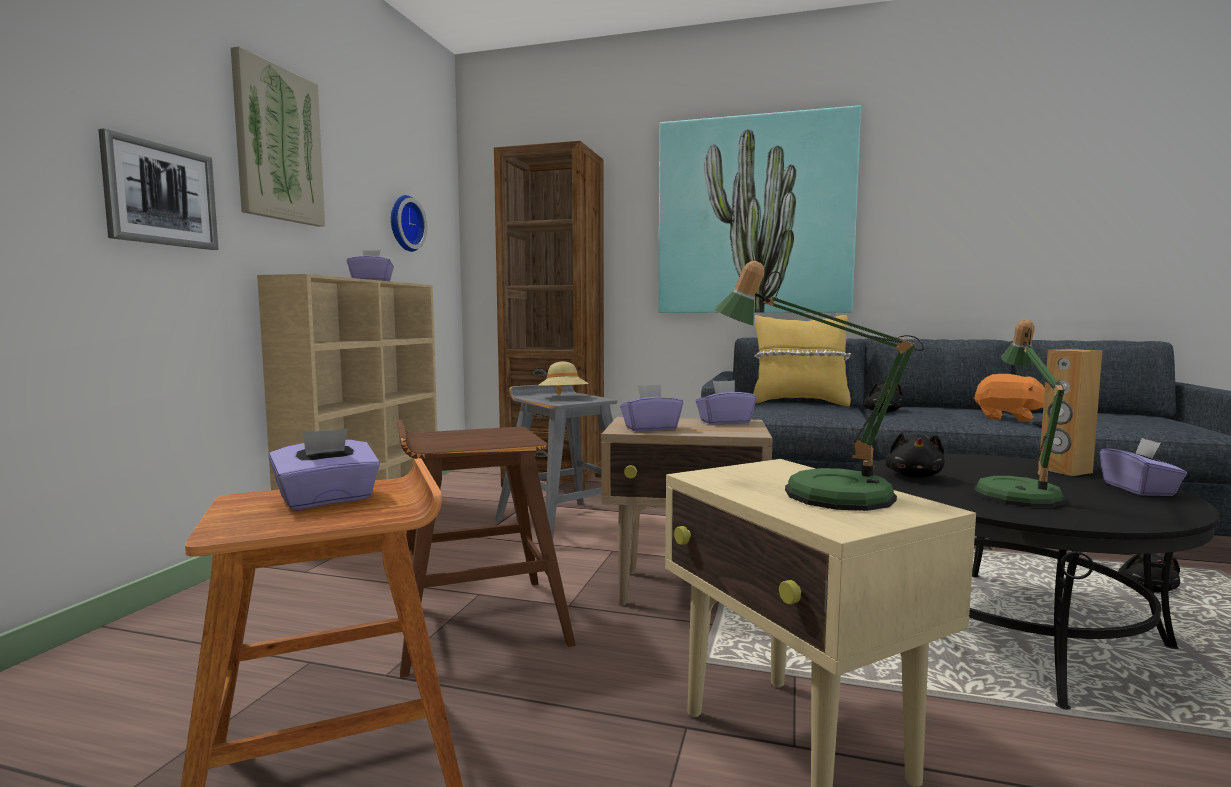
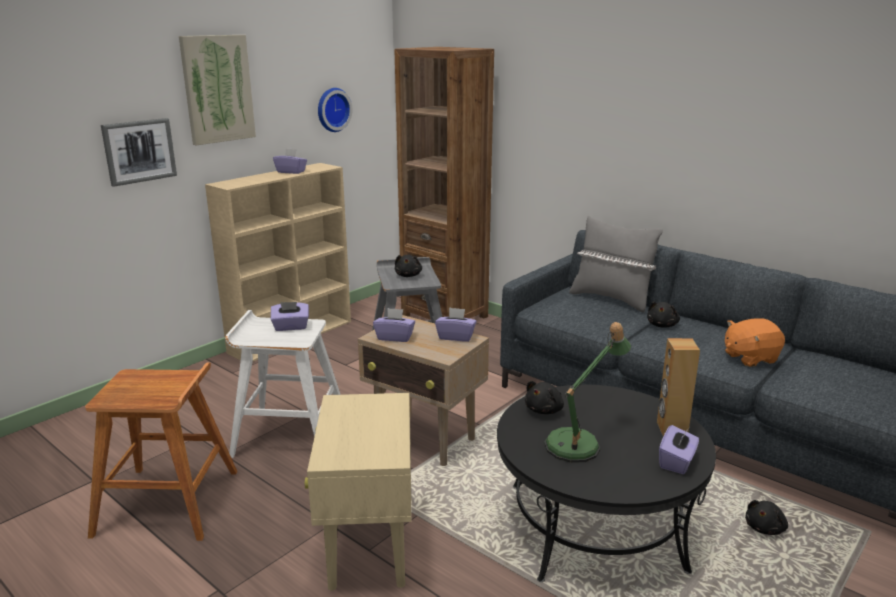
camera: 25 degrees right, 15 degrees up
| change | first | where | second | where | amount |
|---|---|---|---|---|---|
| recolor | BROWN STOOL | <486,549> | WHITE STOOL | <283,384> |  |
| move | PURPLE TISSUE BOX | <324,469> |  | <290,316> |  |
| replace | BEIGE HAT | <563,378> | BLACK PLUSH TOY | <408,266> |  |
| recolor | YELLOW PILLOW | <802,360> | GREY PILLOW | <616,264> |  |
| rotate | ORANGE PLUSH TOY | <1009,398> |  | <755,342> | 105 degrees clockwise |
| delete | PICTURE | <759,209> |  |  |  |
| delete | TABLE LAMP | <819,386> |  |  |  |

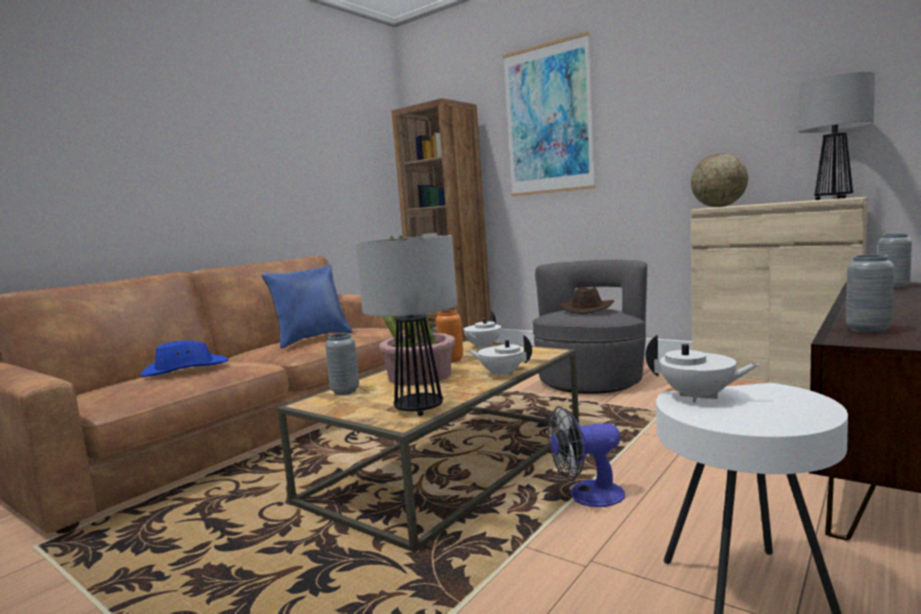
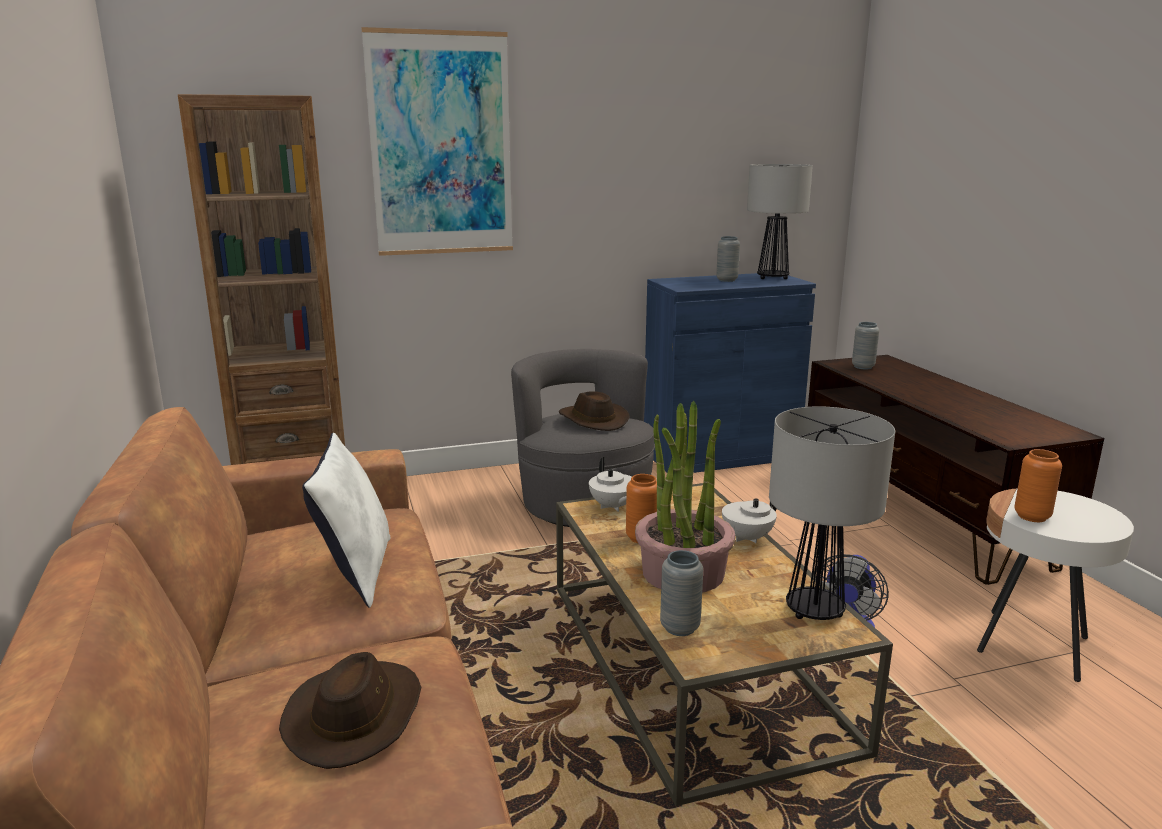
camera: 55 degrees left, 10 degrees up
| change | first | where | second | where | amount |
|---|---|---|---|---|---|
| recolor | BLUE HAT | <184,358> | BROWN HAT | <350,710> |  |
| recolor | BLUE PILLOW | <307,306> | WHITE PILLOW | <346,520> |  |
| recolor | BEIGE CABINET | <779,293> | BLUE CABINET | <730,373> |  |
| move | GREY VASE | <870,294> |  | <728,259> |  |
| replace | WHITE TEAPOT | <703,369> | ORANGE VASE | <1038,485> |  |
| delete | GLOBE | <719,180> |  |  |  |

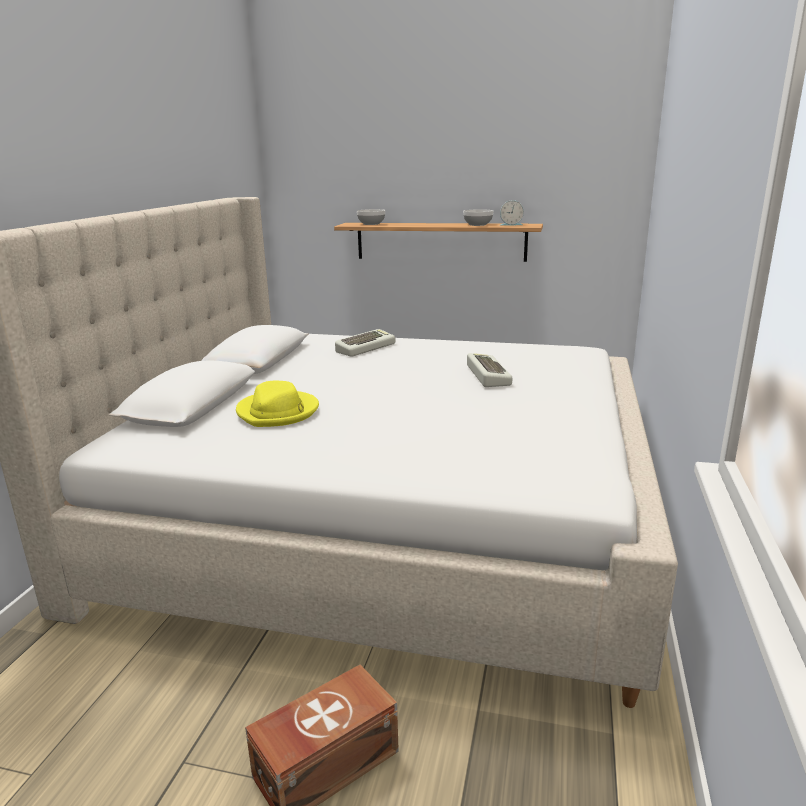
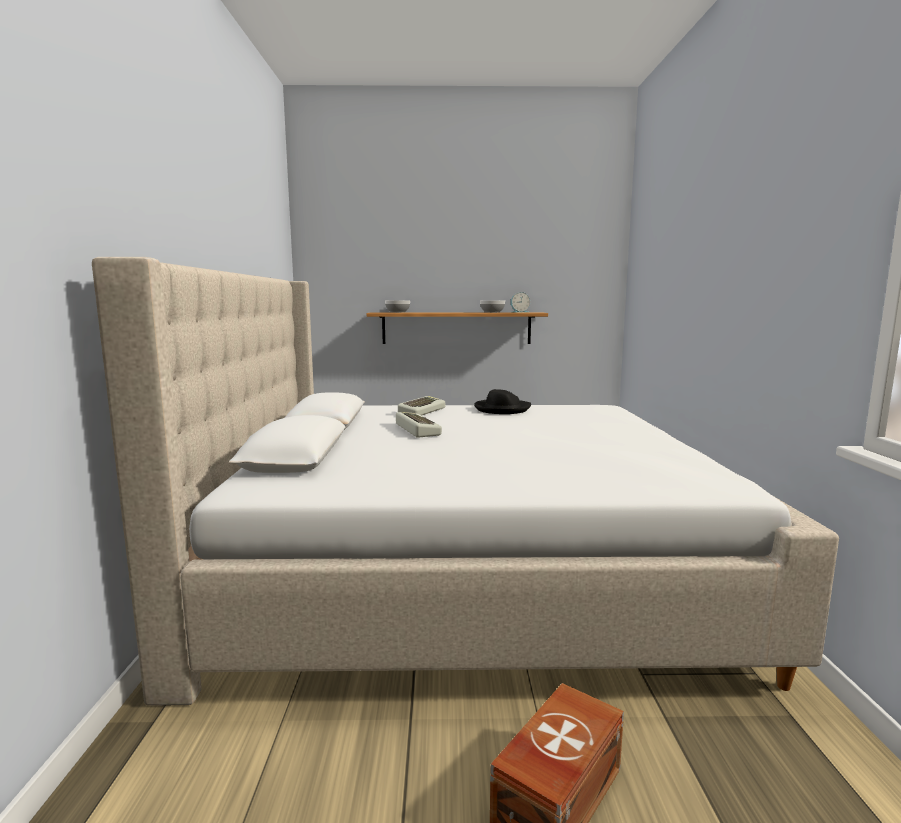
camera: 15 degrees left, 10 degrees down
| change | first | where | second | where | amount |
|---|---|---|---|---|---|
| move | KEYBOARD | <489,370> |  | <419,425> |  |
| insert |  |  | BLACK HAT | <502,401> |  |
| delete | YELLOW HAT | <277,404> |  |  |  |

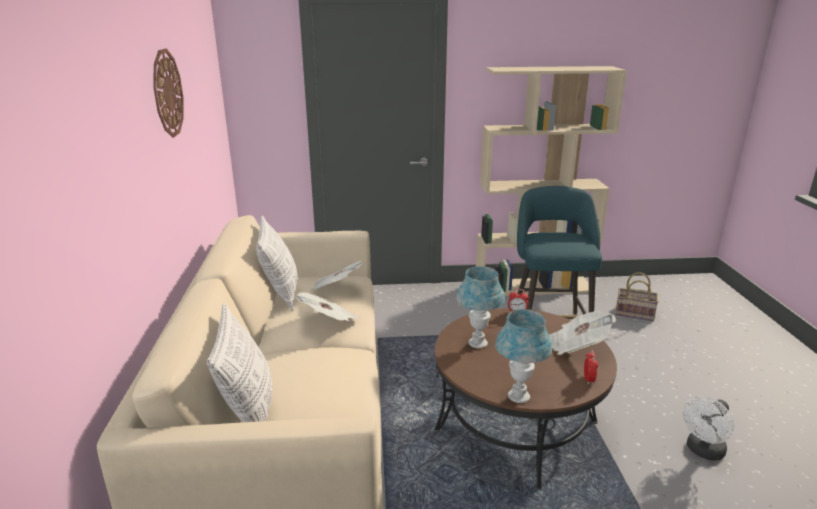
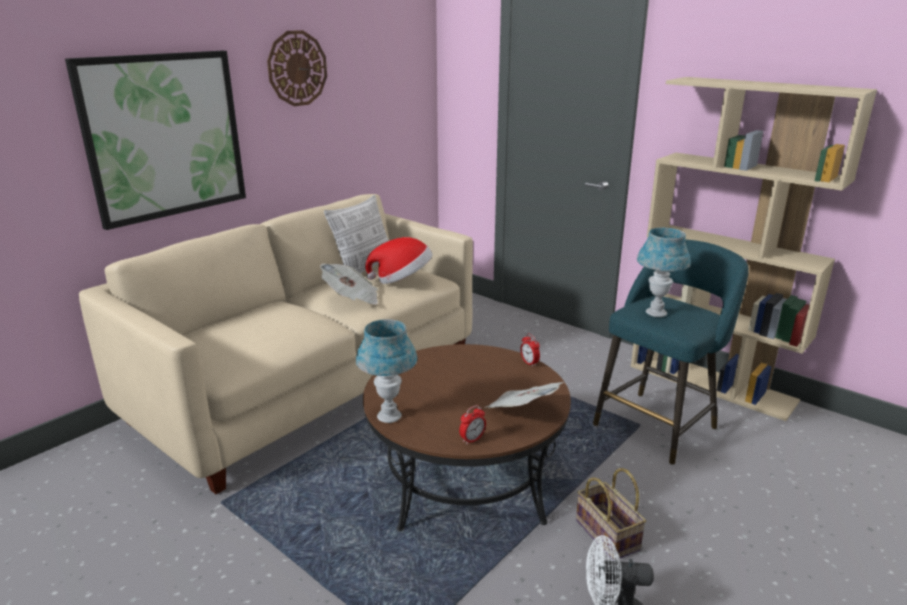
camera: 45 degrees right, 0 degrees up
| change | first | where | second | where | amount |
|---|---|---|---|---|---|
| insert |  |  | PICTURE | <155,140> |  |
| replace | NEWSPAPER | <335,276> | HAT | <398,260> |  |
| move | BASKET | <637,296> |  | <611,514> |  |
| move | BLUE TABLE LAMP | <480,307> |  | <664,272> |  |
| delete | PILLOW | <239,362> |  |  |  |

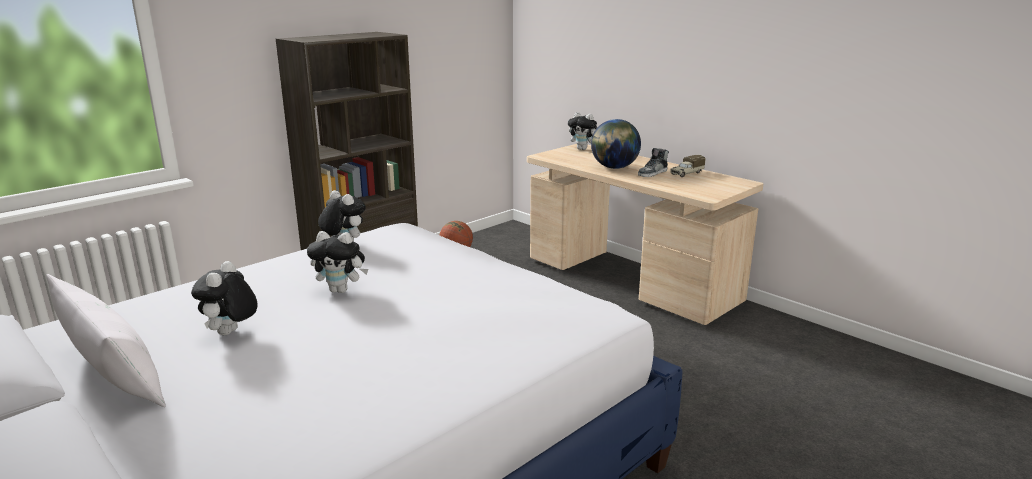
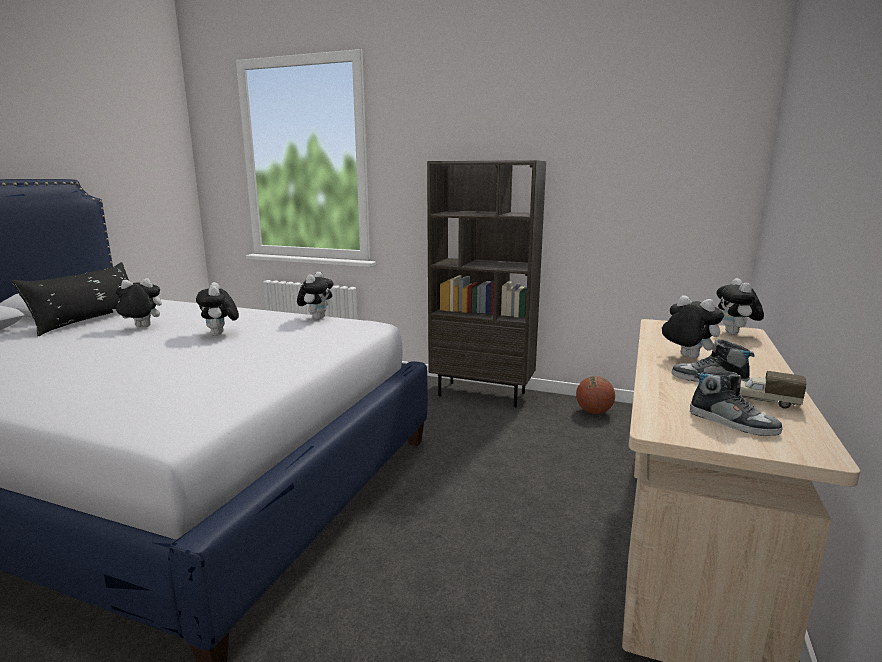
camera: 65 degrees right, 5 degrees down
| change | first | where | second | where | amount |
|---|---|---|---|---|---|
| recolor | WHITE PILLOW | <106,340> | BLACK PILLOW | <70,299> |  |
| replace | GLOBE | <616,144> | PLUSH TOY | <692,327> |  |
| insert |  |  | SHOE | <736,403> |  |

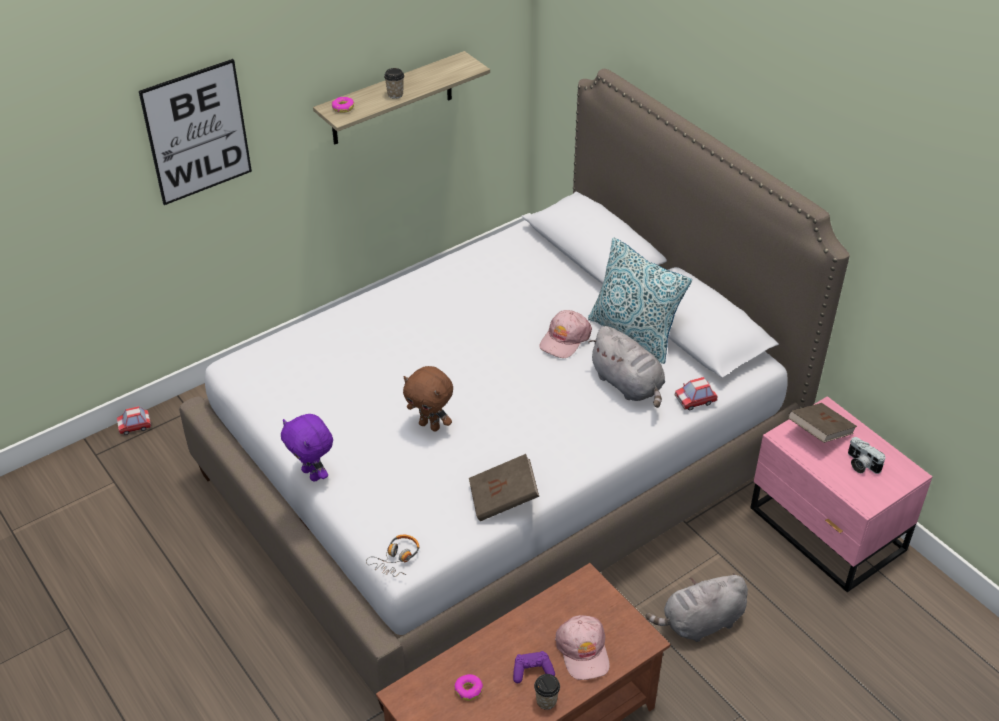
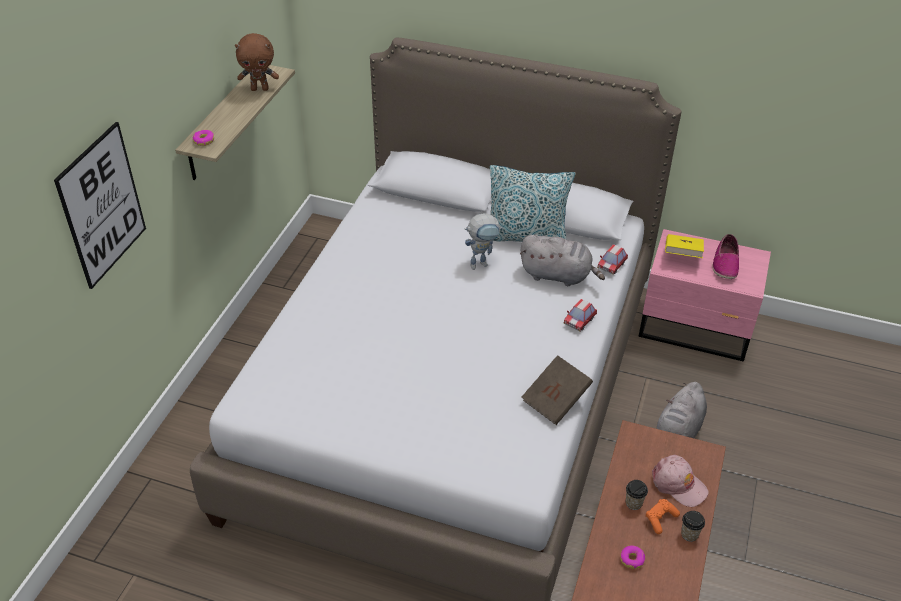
camera: 35 degrees left, 0 degrees up
| change | first | where | second | where | amount |
|---|---|---|---|---|---|
| move | BROWN PLUSH TOY | <428,399> |  | <257,62> |  |
| replace | PINK CAP | <565,334> | TOY ROBOT | <483,241> |  |
| move | TOY CAR | <134,420> |  | <580,315> |  |
| move | CUP | <394,83> |  | <637,495> |  |
| recolor | PURPLE GAME CONTROLLER | <534,667> | ORANGE GAME CONTROLLER | <663,516> |  |
| recolor | BROWN BOOK | <822,423> | YELLOW BOOK | <684,246> |  |
| replace | PHOTO CAMERA | <866,455> | SHOE | <725,256> |  |
| delete | PURPLE PLUSH TOY | <307,448> |  |  |  |
| delete | HEADPHONES | <392,556> |  |  |  |

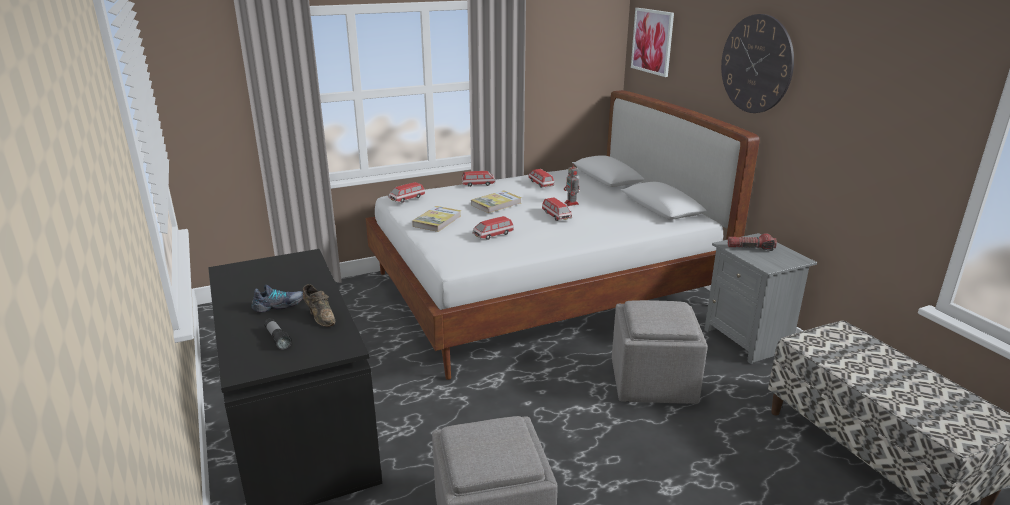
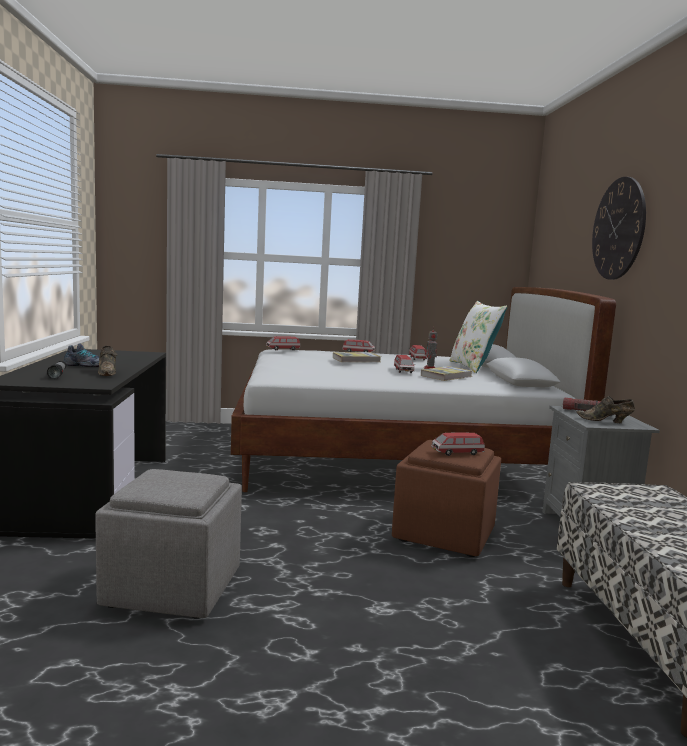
camera: 20 degrees right, 15 degrees down
| change | first | where | second | where | amount |
|---|---|---|---|---|---|
| recolor | GREY OTTOMAN | <660,352> | BROWN OTTOMAN | <446,498> |  |
| move | BOOK | <436,219> |  | <446,373> |  |
| move | TOY CAR | <493,228> |  | <458,444> |  |
| insert |  |  | WHITE PILLOW | <478,337> |  |
| insert |  |  | BROWN SHOE | <606,409> |  |
| delete | PICTURE | <652,42> |  |  |  |

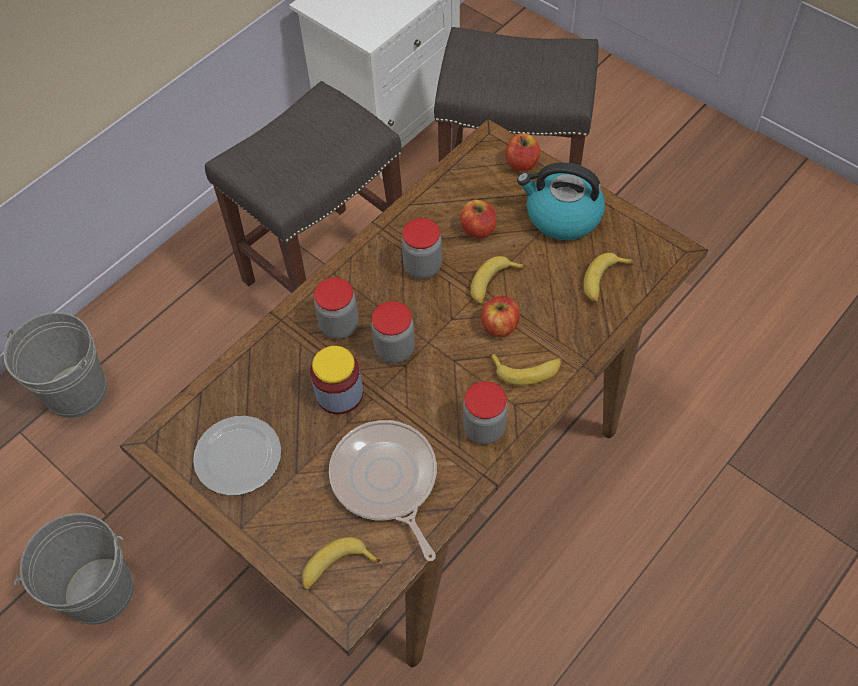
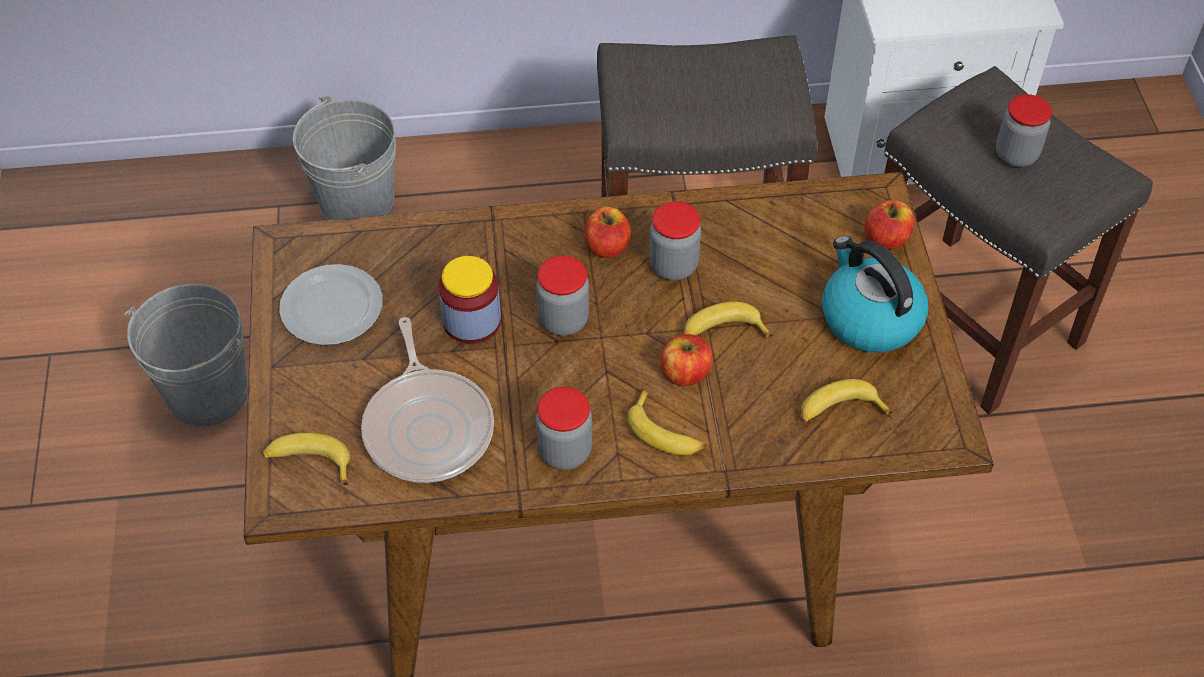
camera: 40 degrees right, 5 degrees down
| change | first | where | second | where | amount |
|---|---|---|---|---|---|
| rotate | FRYING PAN | <383,490> |  | <427,400> | 150 degrees clockwise |
| move | APPLE | <478,219> |  | <607,232> |  |
| move | JAR | <336,308> |  | <1024,130> |  |

